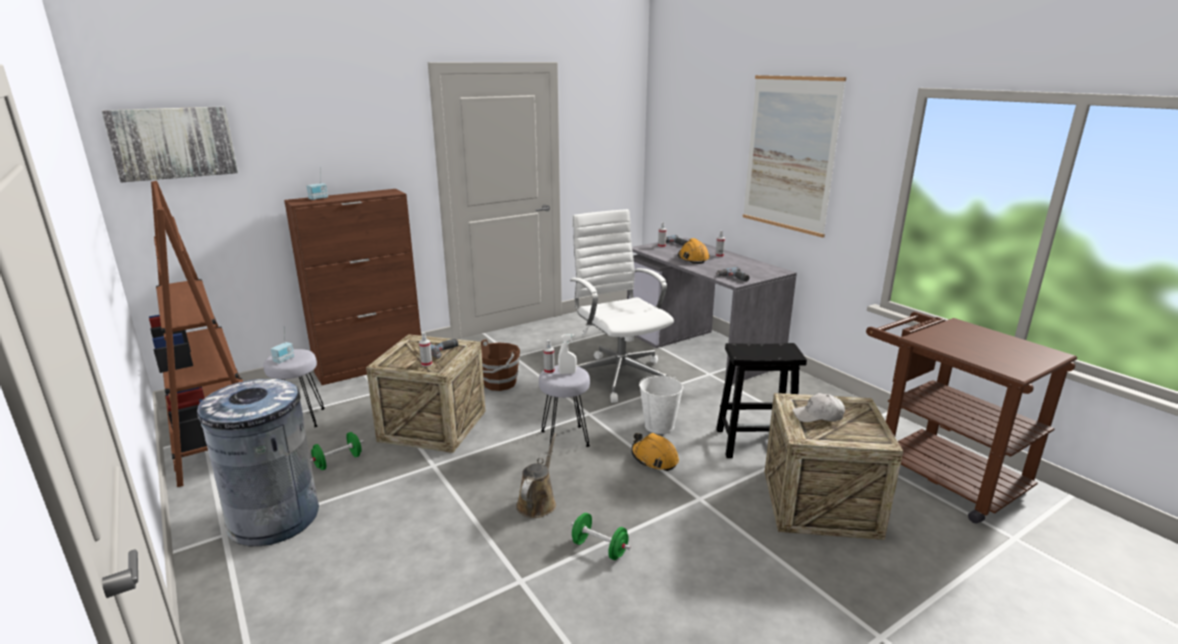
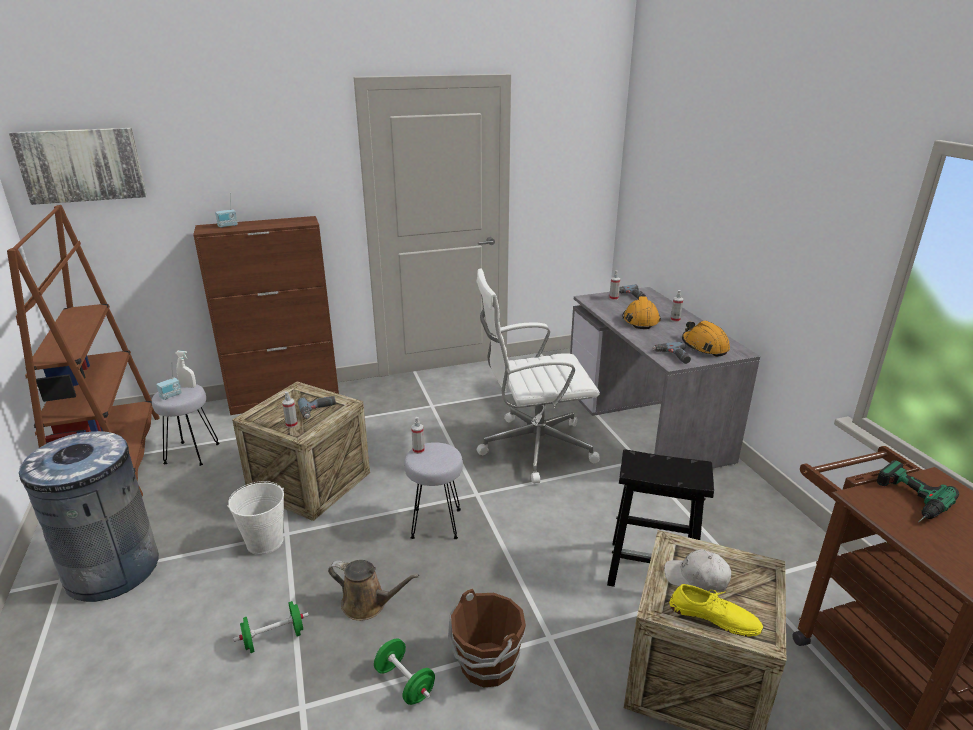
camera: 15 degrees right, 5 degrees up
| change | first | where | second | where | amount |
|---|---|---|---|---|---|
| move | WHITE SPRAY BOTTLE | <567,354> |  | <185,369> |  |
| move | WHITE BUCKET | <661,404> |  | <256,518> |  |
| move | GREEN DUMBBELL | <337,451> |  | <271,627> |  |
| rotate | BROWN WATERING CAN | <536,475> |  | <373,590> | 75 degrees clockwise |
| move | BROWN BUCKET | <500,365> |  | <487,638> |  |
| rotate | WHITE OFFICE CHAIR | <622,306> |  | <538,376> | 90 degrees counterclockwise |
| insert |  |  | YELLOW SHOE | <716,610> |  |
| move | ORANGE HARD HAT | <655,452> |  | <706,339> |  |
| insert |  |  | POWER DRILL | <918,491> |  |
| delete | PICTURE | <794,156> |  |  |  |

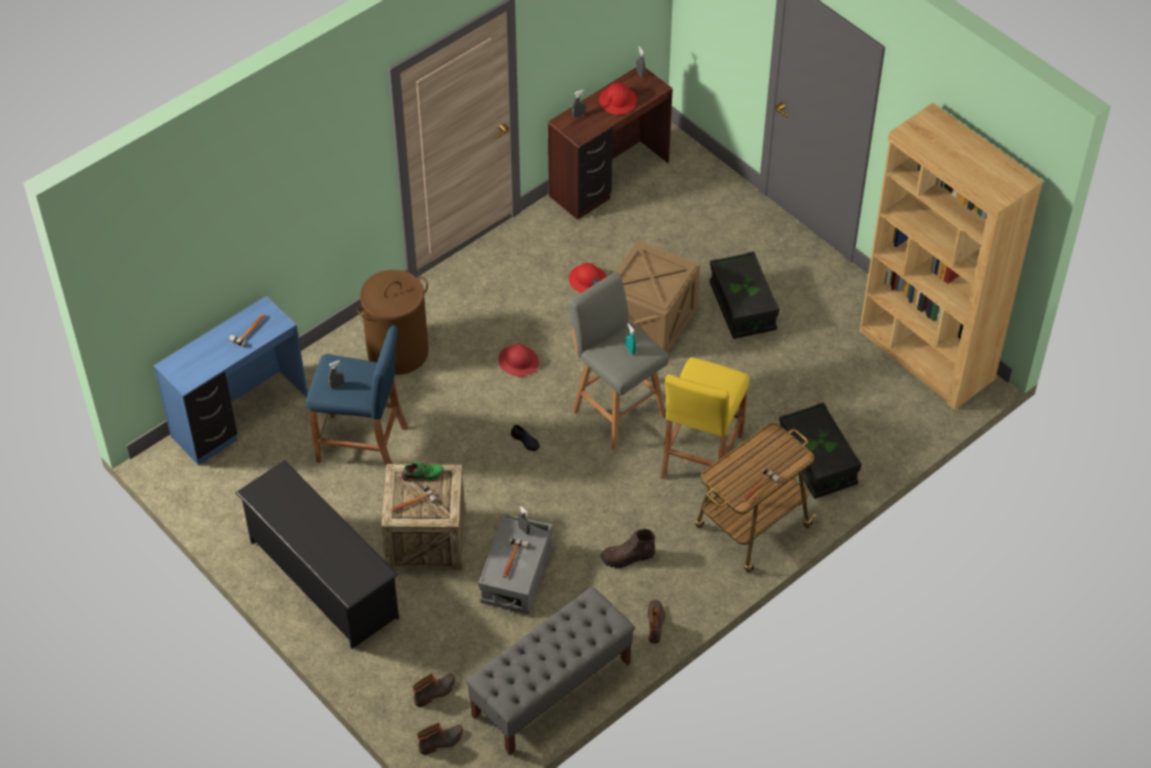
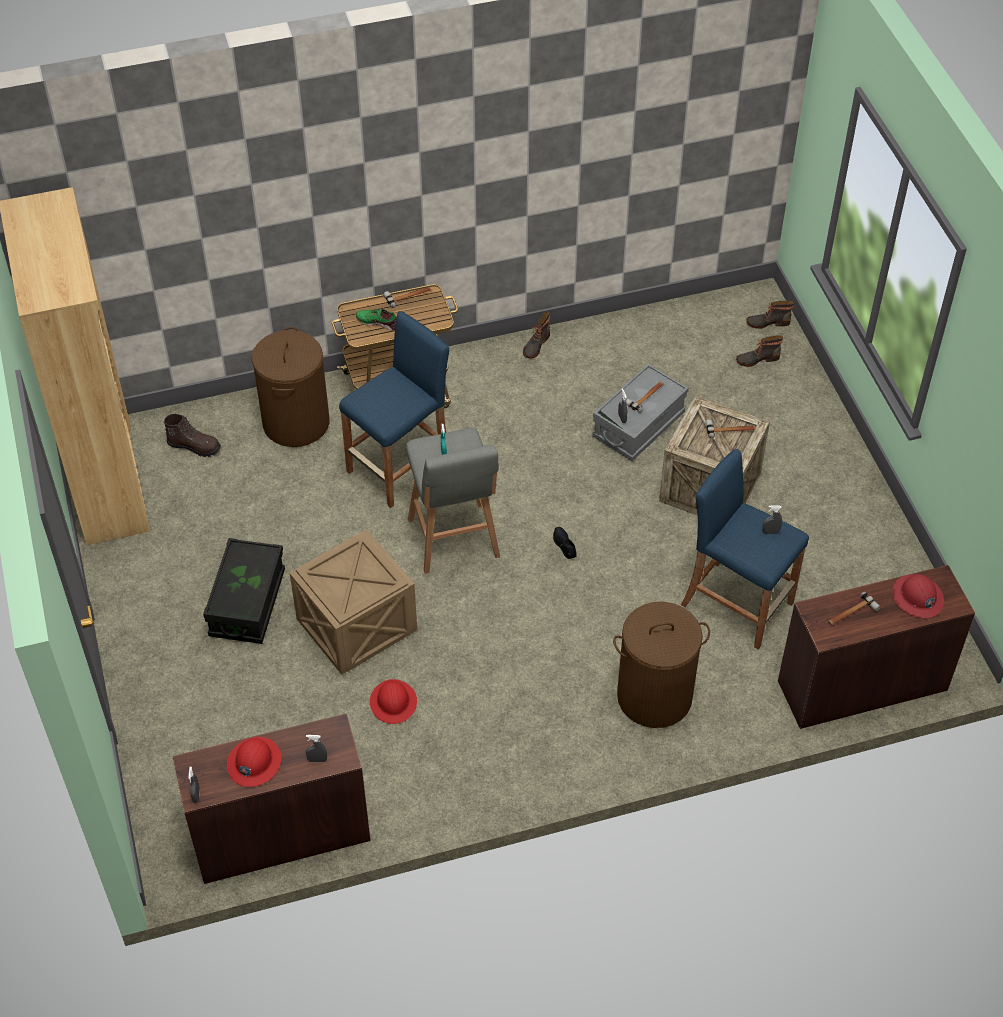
camera: 155 degrees left, 0 degrees up
| change | first | where | second | where | amount |
|---|---|---|---|---|---|
| move | BROWN BOOT | <628,548> |  | <192,435> |  |
| replace | BLACK STORAGE BOX | <820,450> | BROWN LAUNDRY BASKET | <291,387> |  |
| recolor | YELLOW STOOL | <705,426> | BLUE STOOL | <394,409> |  |
| move | GREEN SHOE | <422,472> |  | <376,319> |  |
| recolor | BLUE DESK | <231,380> | BROWN DESK | <876,647> |  |
| move | RED HARD HAT | <518,360> |  | <918,596> |  |
| delete | BLACK SHOE RACK | <317,554> |  |  |  |
| delete | GREY BENCH | <550,671> |  |  |  |

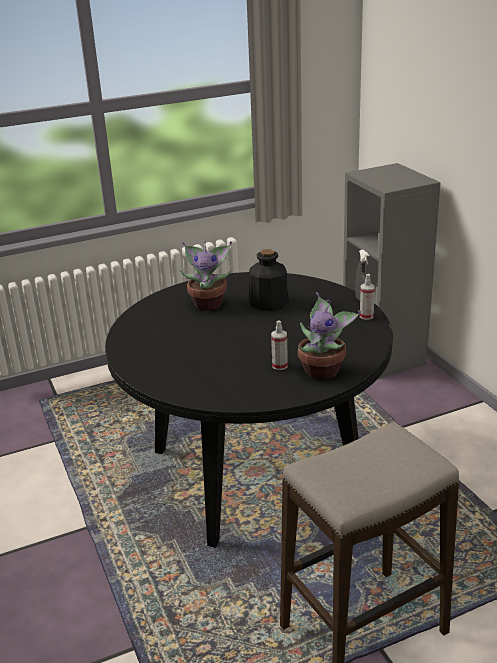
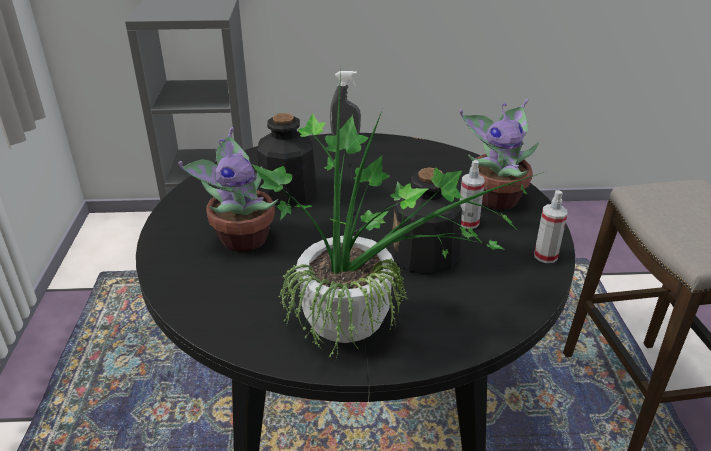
camera: 70 degrees left, 5 degrees up
| change | first | where | second | where | amount |
|---|---|---|---|---|---|
| insert |  |  | POTTED PLANT | <399,214> |  |
| insert |  |  | BOTTLE | <426,221> |  |
| move | SPRAY BOTTLE | <367,297> |  | <551,226> |  |

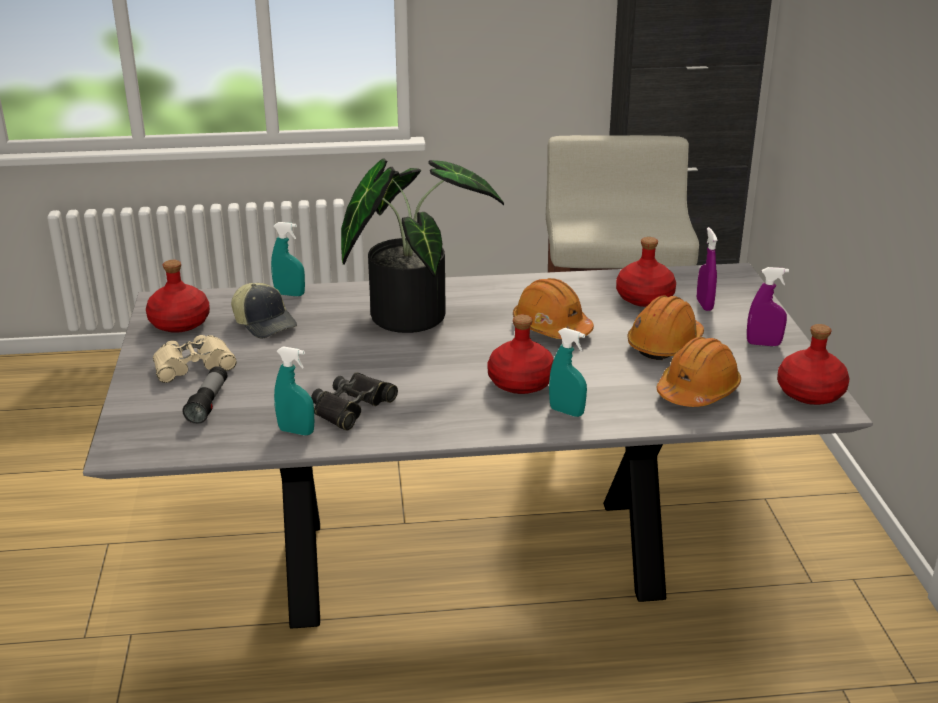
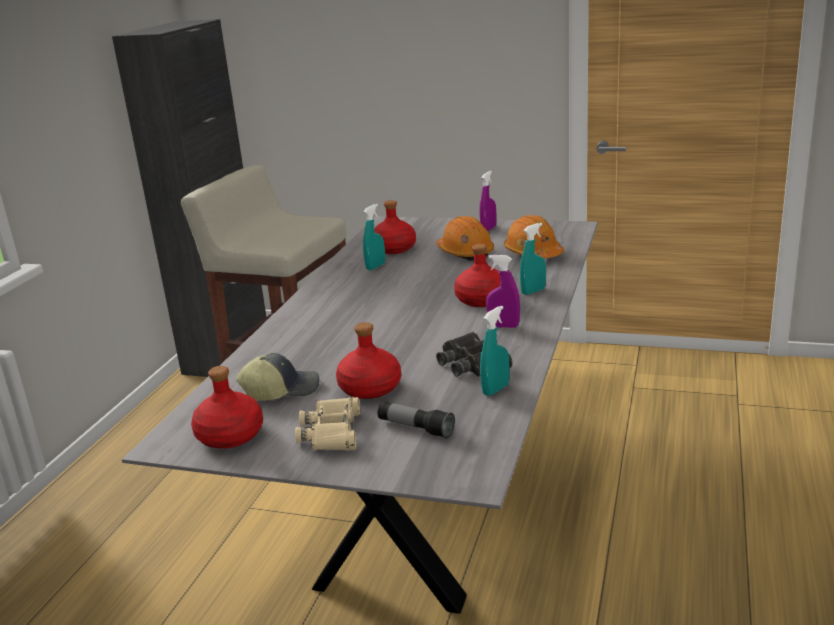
camera: 65 degrees left, 5 degrees down
| change | first | where | second | where | amount |
|---|---|---|---|---|---|
| move | RED BOTTLE | <813,364> |  | <368,360> |  |
| move | TURQUOISE SPRAY BOTTLE | <288,259> |  | <374,237> |  |
| move | PURPLE SPRAY BOTTLE | <707,269> |  | <503,291> |  |
| delete | POTTED PLANT | <422,245> |  |  |  |
| delete | ORANGE HARD HAT | <553,308> |  |  |  |

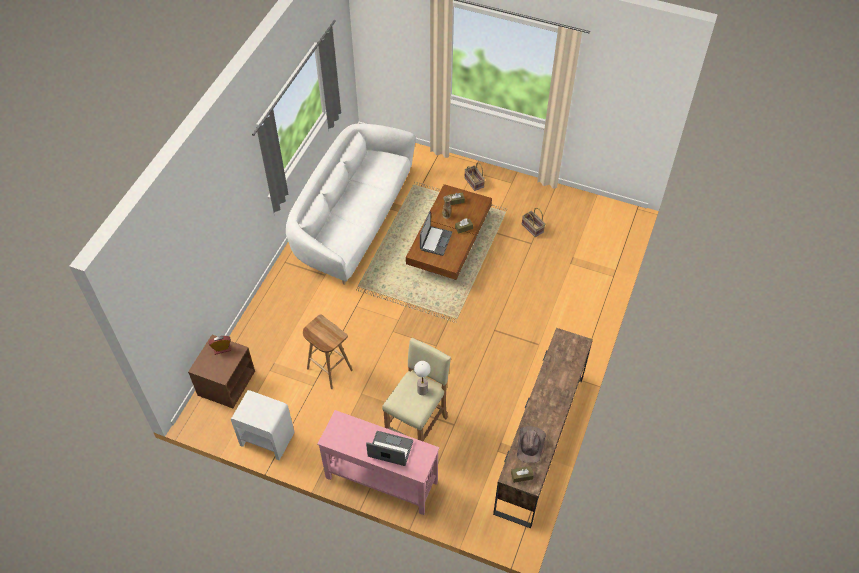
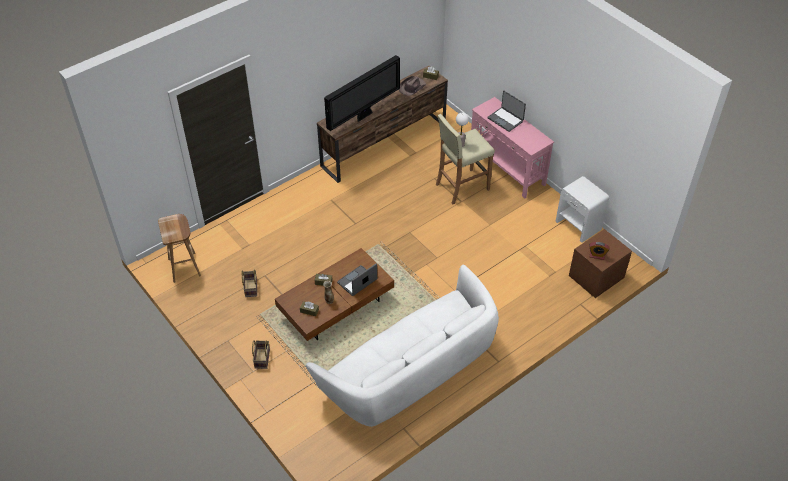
camera: 150 degrees left, 5 degrees down
| change | first | where | second | where | amount |
|---|---|---|---|---|---|
| move | BROWN STOOL | <328,351> |  | <179,248> |  |
| insert |  |  | TELEVISION | <362,93> |  |

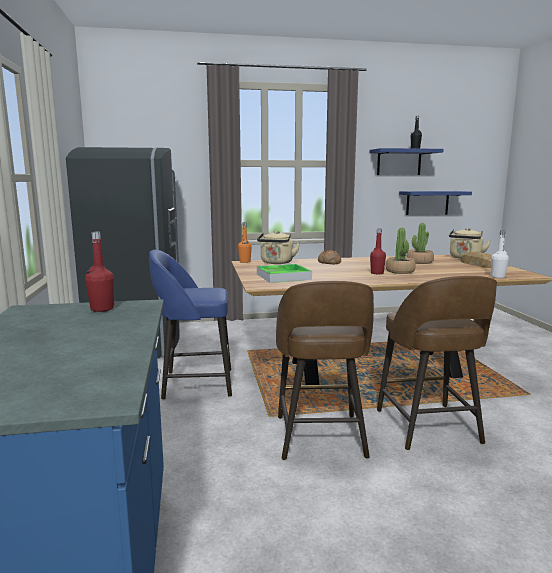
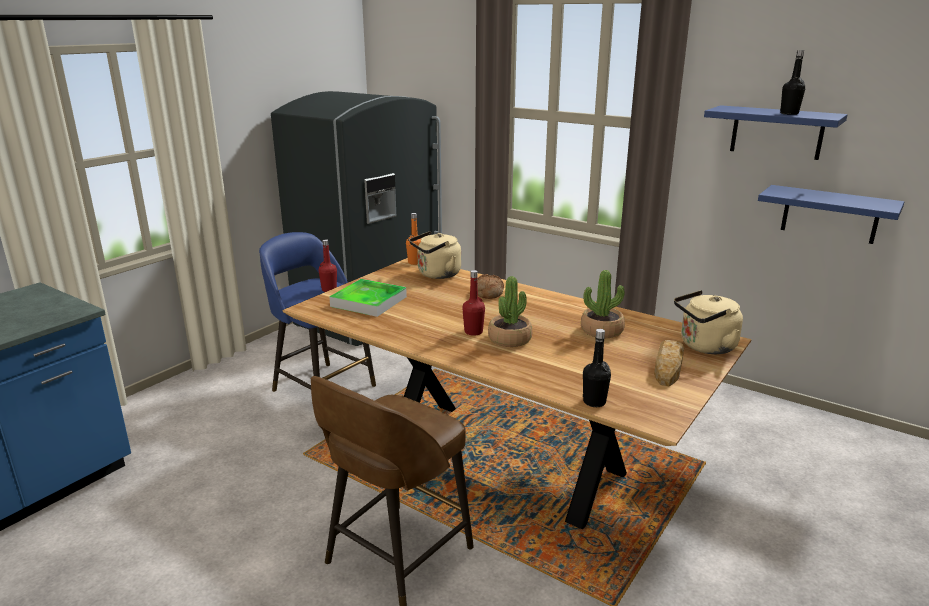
camera: 45 degrees right, 10 degrees up
| change | first | where | second | where | amount |
|---|---|---|---|---|---|
| move | RED BOTTLE | <100,272> |  | <328,265> |  |
| recolor | WHITE BOTTLE | <500,254> | BLACK BOTTLE | <597,368> |  |
| delete | BROWN STOOL | <325,370> |  |  |  |

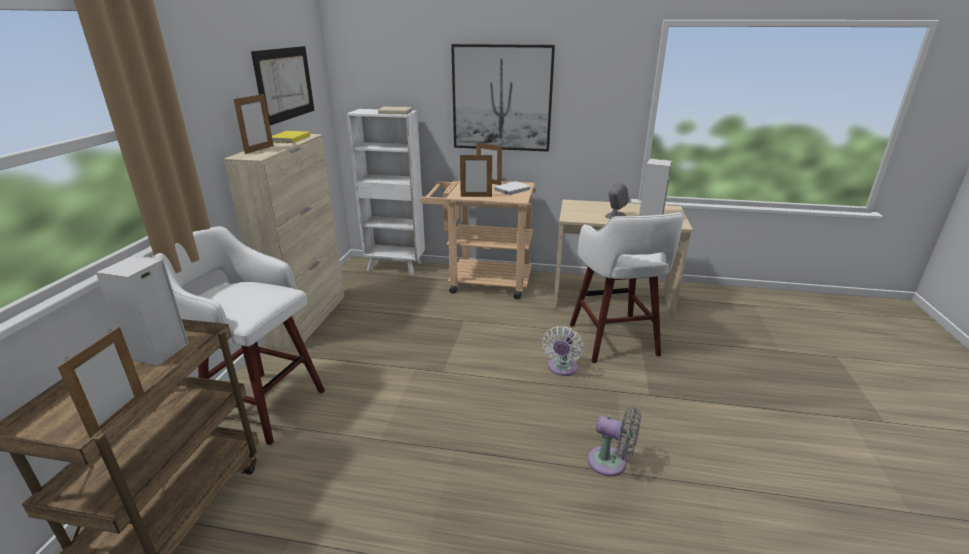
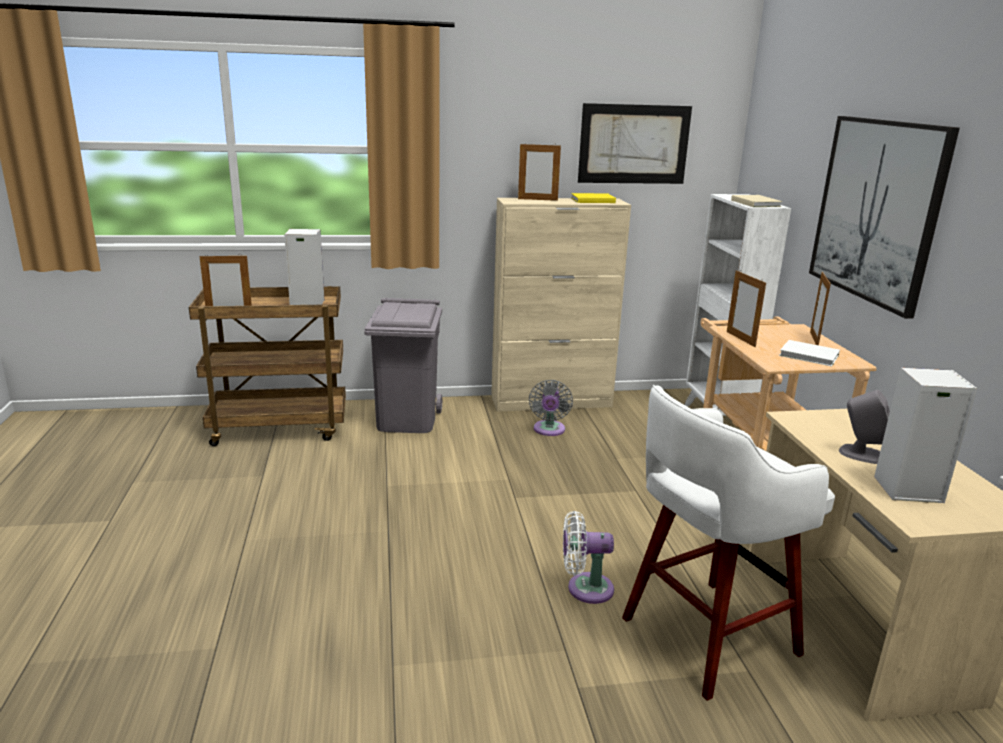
camera: 70 degrees right, 5 degrees down
| change | first | where | second | where | amount |
|---|---|---|---|---|---|
| replace | WHITE STOOL | <239,335> | GREY TRASH CAN | <403,365> |  |
| move | GREY FAN | <614,442> |  | <551,408> |  |

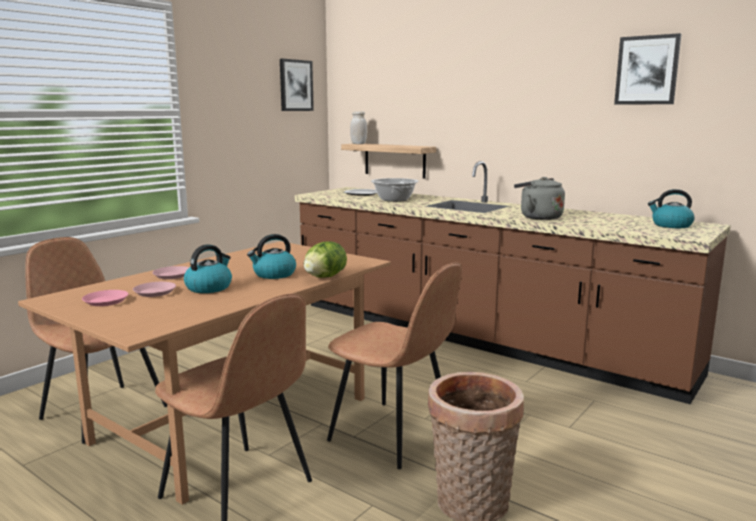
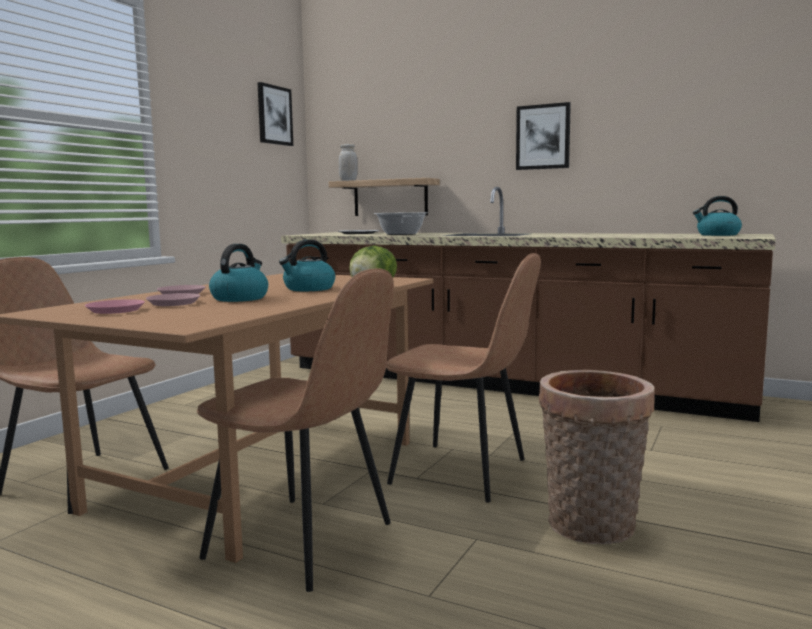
camera: 10 degrees left, 5 degrees down
| change | first | where | second | where | amount |
|---|---|---|---|---|---|
| move | PICTURE | <648,69> |  | <543,136> |  |
| delete | GREY KETTLE | <539,198> |  |  |  |

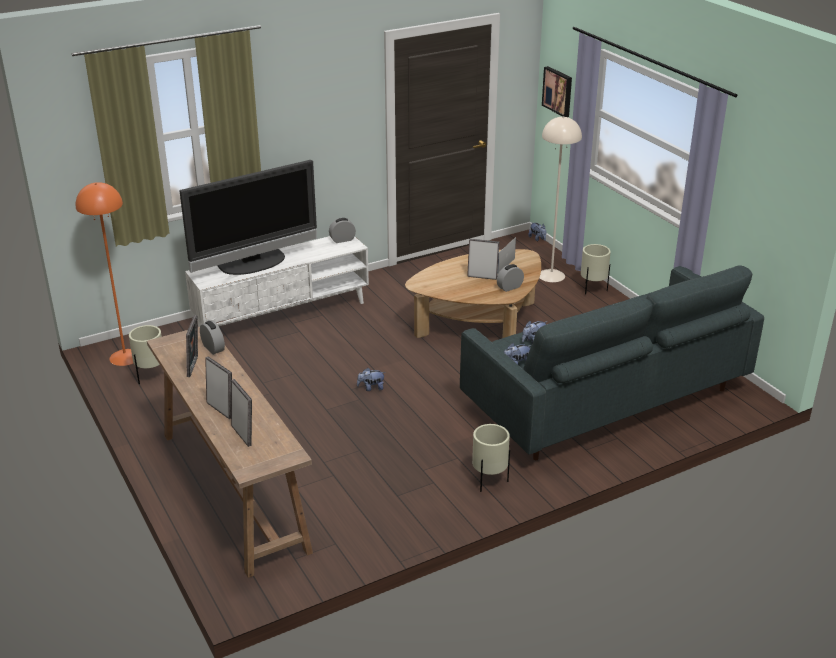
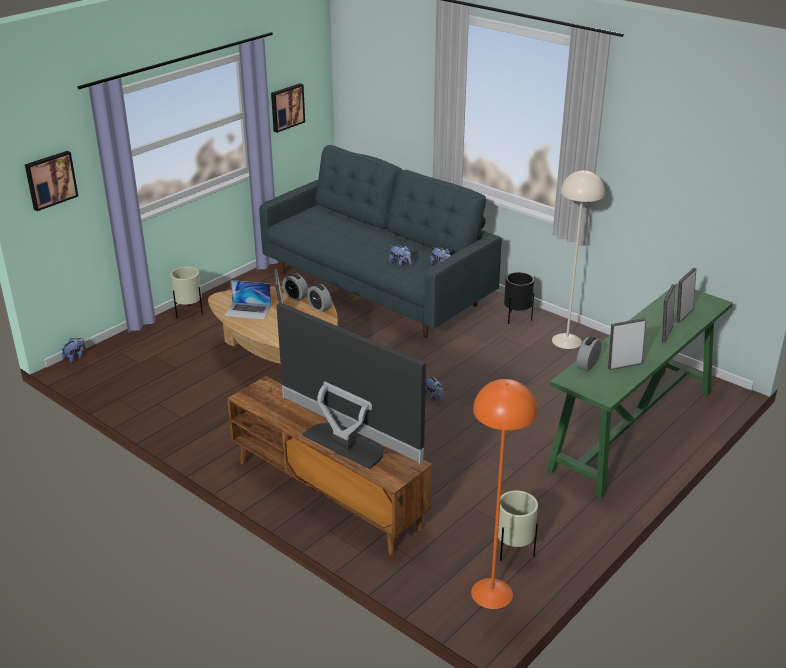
camera: 110 degrees left, 0 degrees up
| change | first | where | second | where | amount |
|---|---|---|---|---|---|
| recolor | WHITE TV STAND | <277,281> | BROWN TV STAND | <329,465> |  |
| insert |  |  | PICTURE | <288,108> |  |
| move | ALARM CLOCK | <342,230> |  | <319,298> |  |
| recolor | BEIGE PLANTER | <491,458> | BLACK PLANTER | <519,298> |  |
| recolor | BROWN CONSOLE TABLE | <230,452> | GREEN CONSOLE TABLE | <640,390> |  |
| move | BEIGE FLOOR LAMP | <560,199> |  | <578,260> |  |

